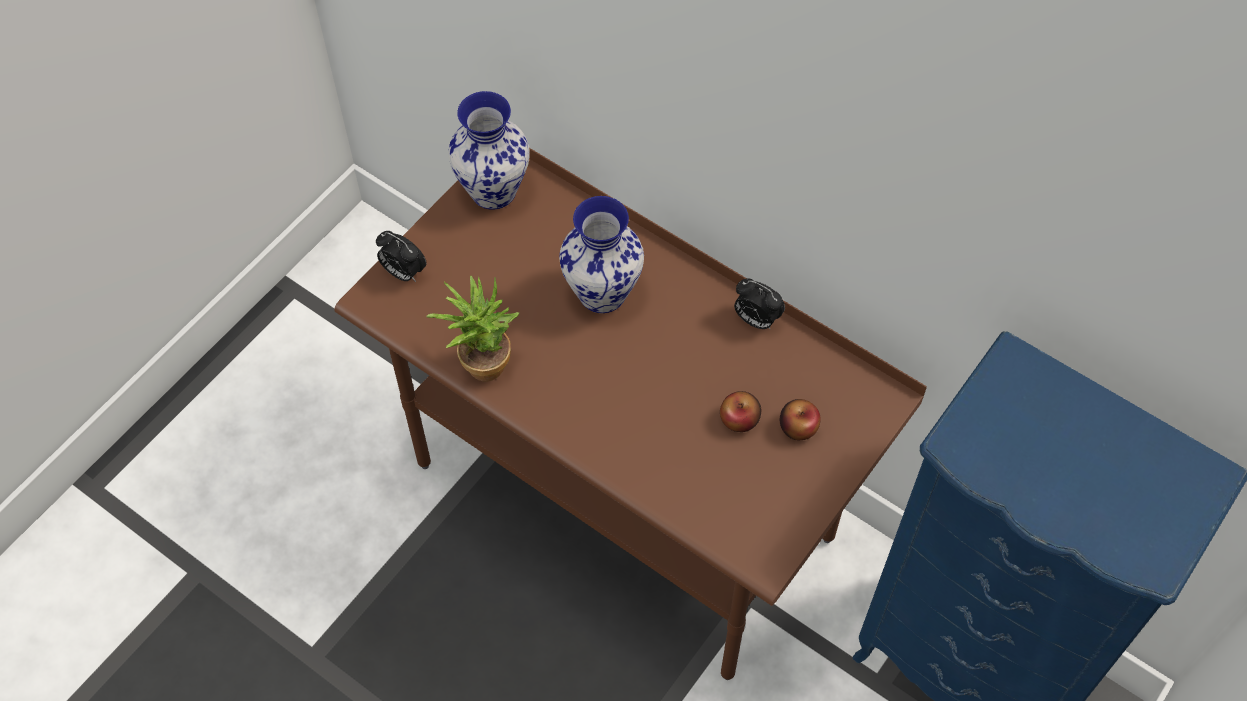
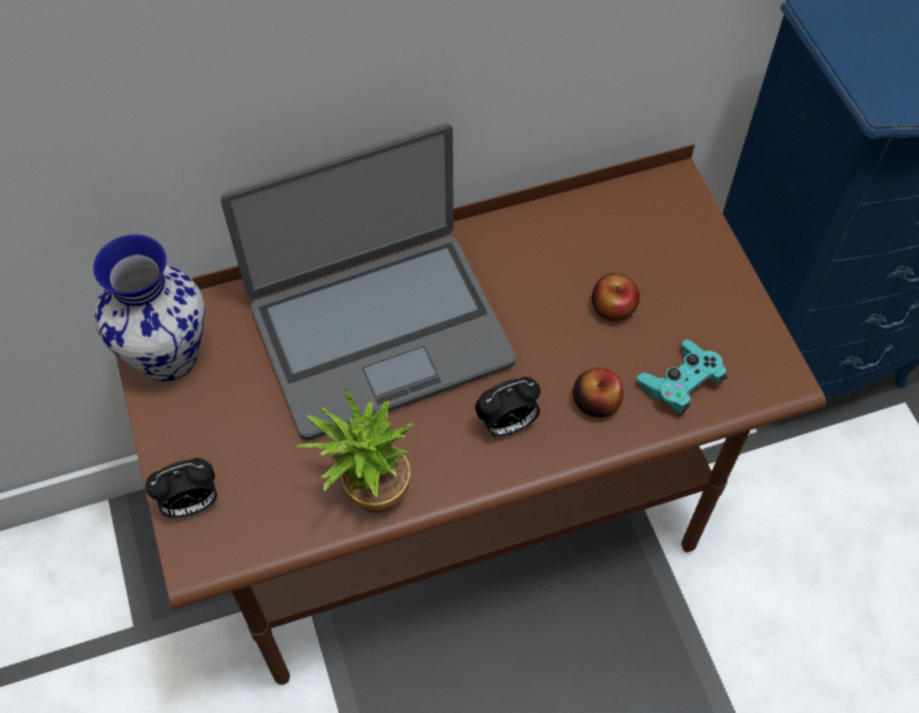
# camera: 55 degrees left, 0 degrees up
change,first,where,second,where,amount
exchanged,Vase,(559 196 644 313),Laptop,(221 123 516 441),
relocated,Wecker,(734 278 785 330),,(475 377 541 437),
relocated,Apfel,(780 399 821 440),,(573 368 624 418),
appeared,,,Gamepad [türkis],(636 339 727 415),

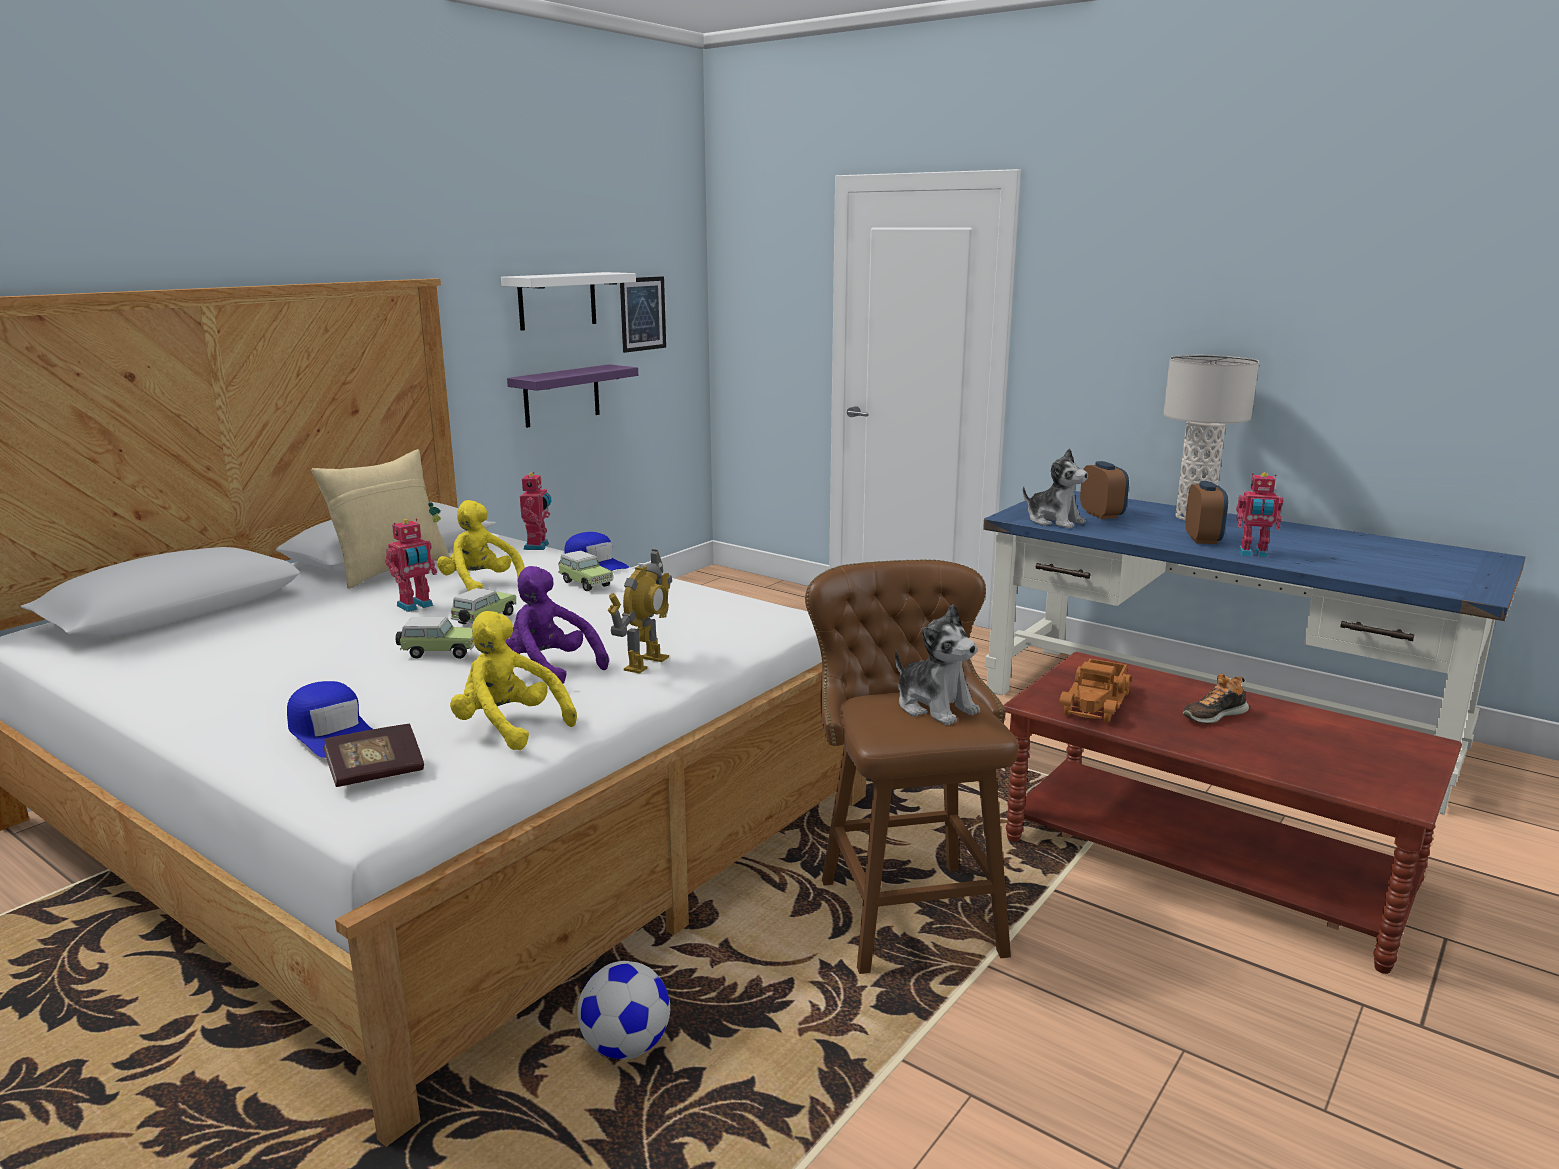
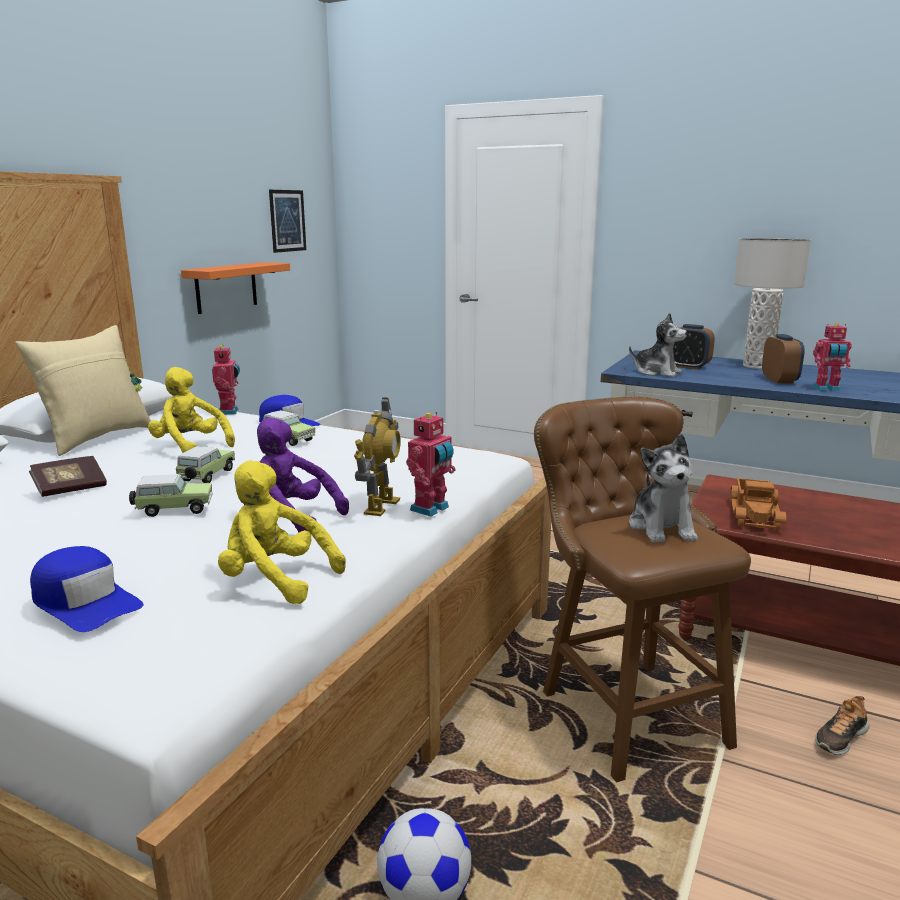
# camera: 10 degrees left, 0 degrees up
change,first,where,second,where,amount
relocated,Buch,(323 724 424 787),,(29 456 107 497),
relocated,Spielzeugroboter,(385 519 437 612),,(406 412 455 517),
missing,Wandregal [weiß],(501 272 636 331),,,
colour,Wandregal [lila],(507 364 638 428),Wandregal [orange],(181 262 290 314),
spun,Plüschtier,(895 604 980 725),,(629 434 698 543),45 degrees clockwise
spun,Wecker,(1080 461 1129 519),,(673 324 715 370),150 degrees clockwise
relocated,Schuh,(1183 674 1249 724),,(815 696 869 755),

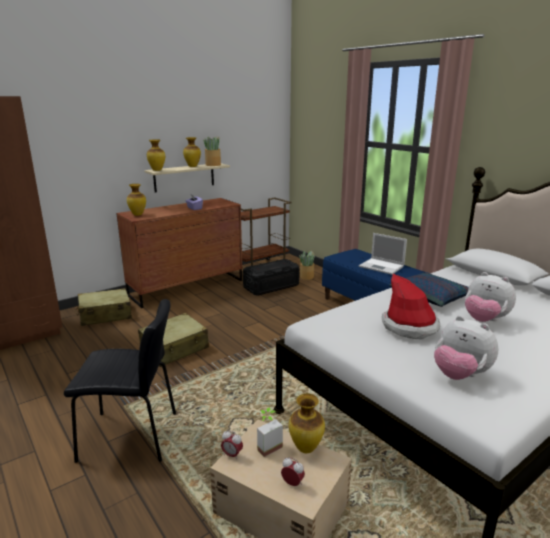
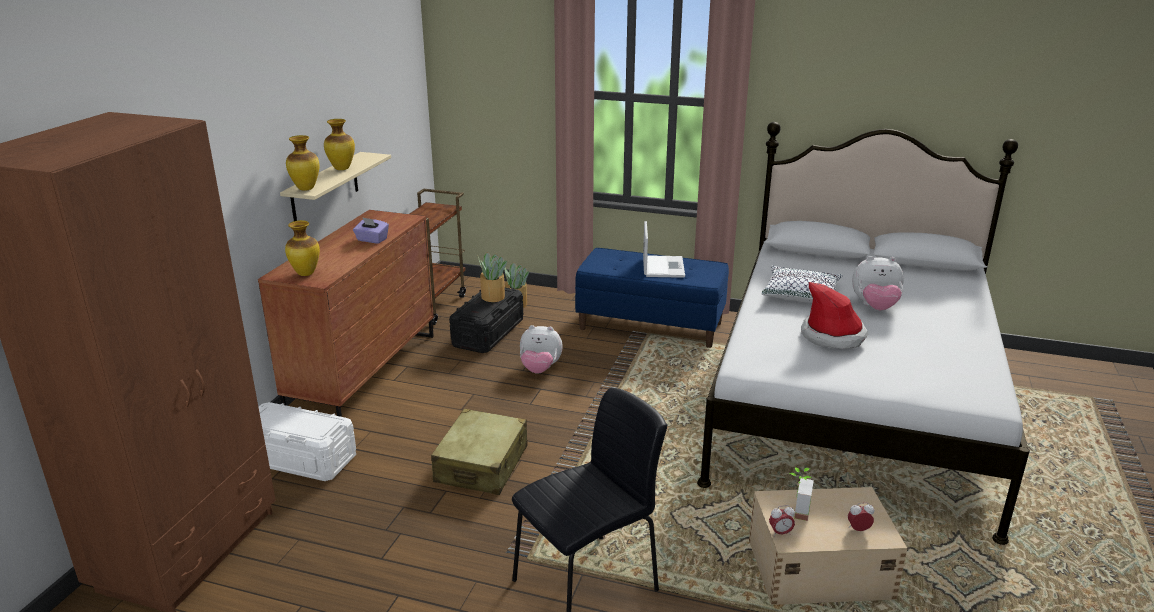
# camera: 35 degrees left, 5 degrees up
change,first,where,second,where,amount
exchanged,Koffer [beige],(75 288 132 326),Aufbewahrungsbox [weiß],(259 402 356 481),
relocated,Topfpflanze,(203 137 221 166),,(478 252 507 302),
missing,Vase,(289 394 325 453),,,
spun,Laptop,(359 233 407 275),,(643 221 685 278),90 degrees counterclockwise
colour,Kissen [blau],(389 272 469 307),Kissen [weiß],(761 266 843 303),
relocated,Plüschtier,(434 316 498 380),,(520 325 563 374),

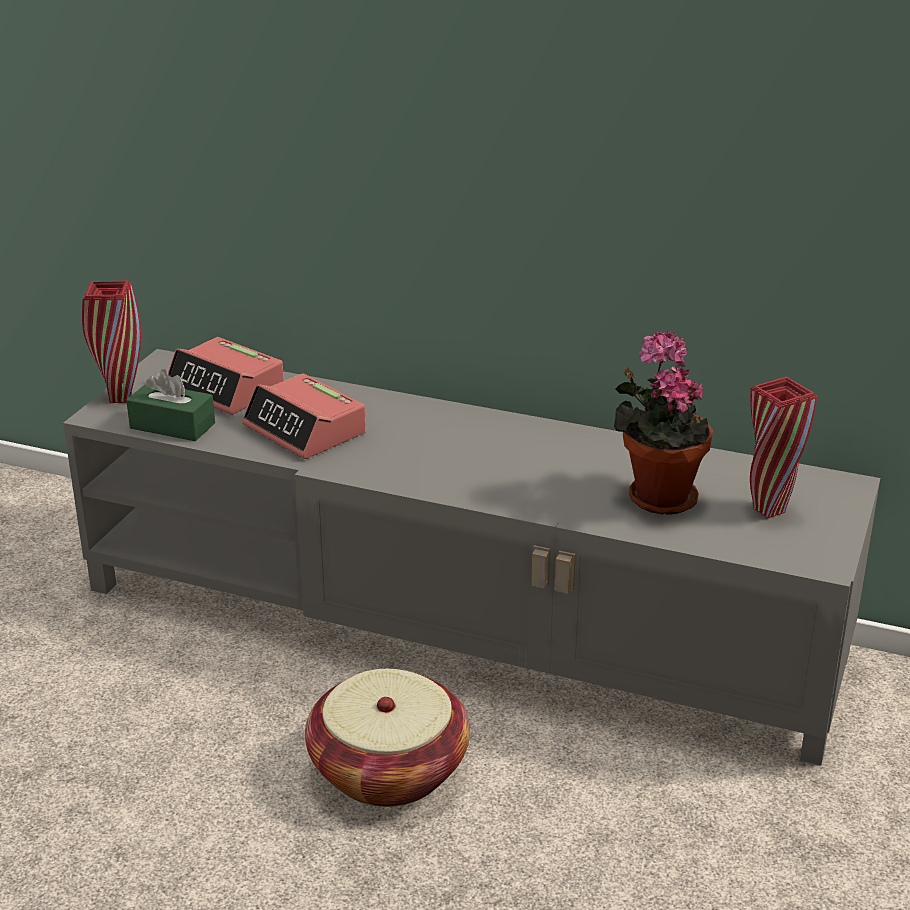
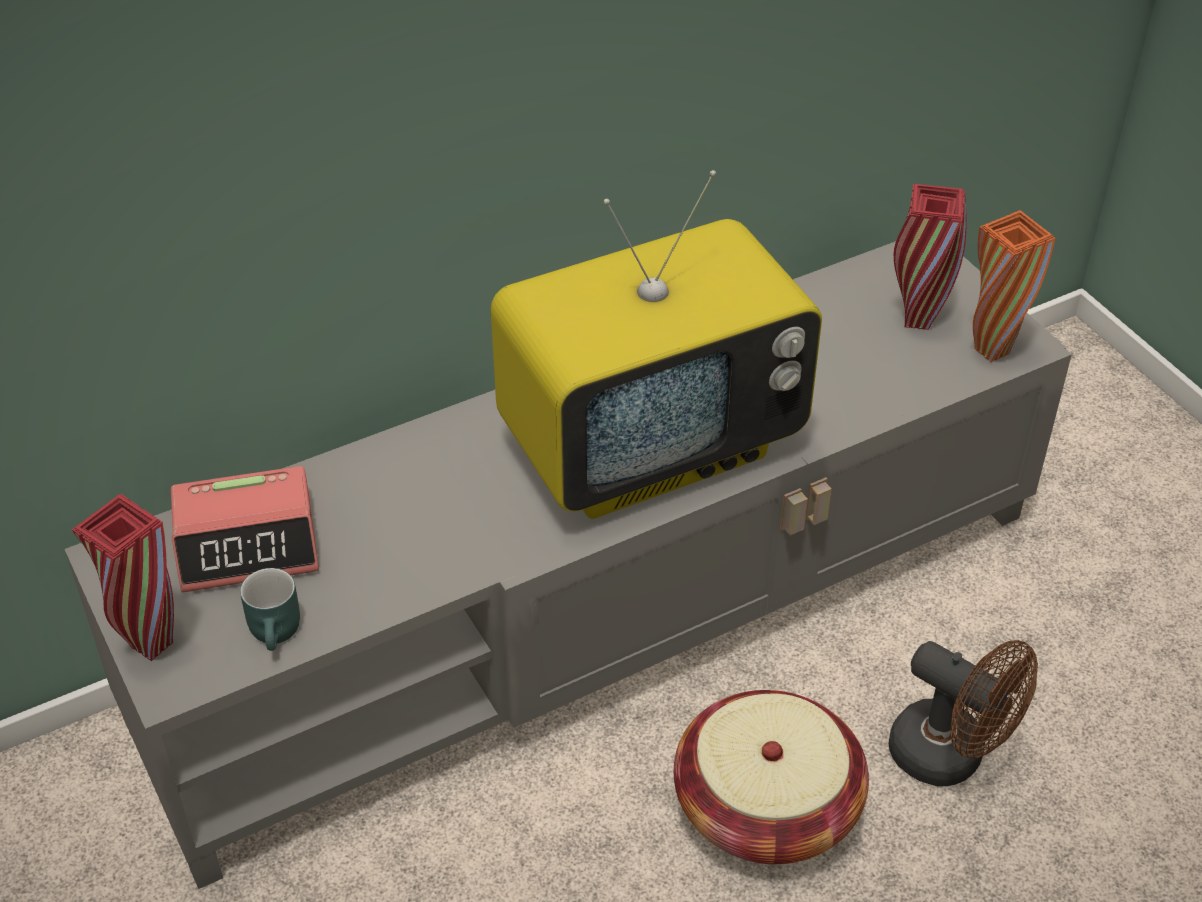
# camera: 50 degrees left, 15 degrees up
change,first,where,second,where,amount
exchanged,Taschentuchbox [grün],(126 369 215 441),Henkelbecher [türkis],(240 568 300 651),
missing,Wecker,(242 374 366 459),,,
missing,Topfpflanze,(614 331 713 515),,,
appeared,,,Fernseher,(491 170 822 519),
appeared,,,Ventilator [braun],(888 640 1038 786),
appeared,,,Vase [orange],(973 210 1055 362),

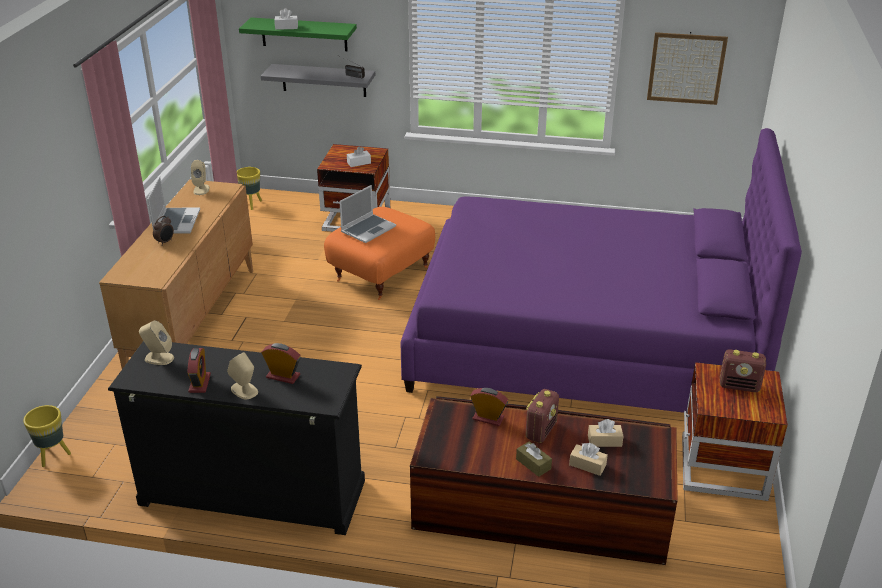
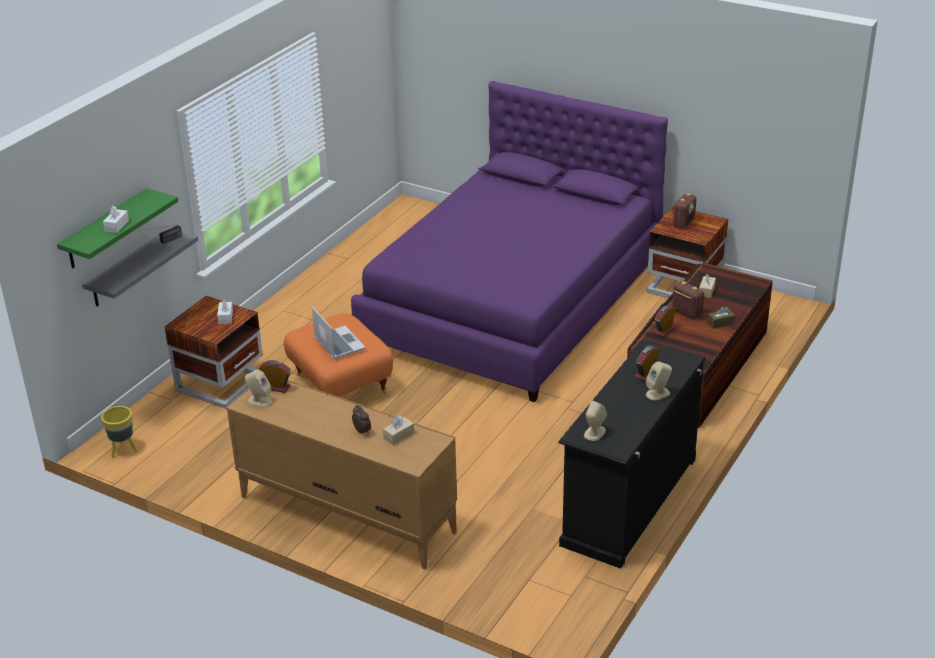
# camera: 70 degrees left, 0 degrees up
change,first,where,second,where,amount
missing,Pflanzkübel [gelb],(23 405 71 467),,,
missing,Laptop,(147 176 200 234),,,
relocated,Wecker,(187 348 211 393),,(259 360 291 393),
relocated,Taschentuchbox [beige],(569 443 608 476),,(383 415 414 445),
missing,Bild,(647 32 728 105),,,

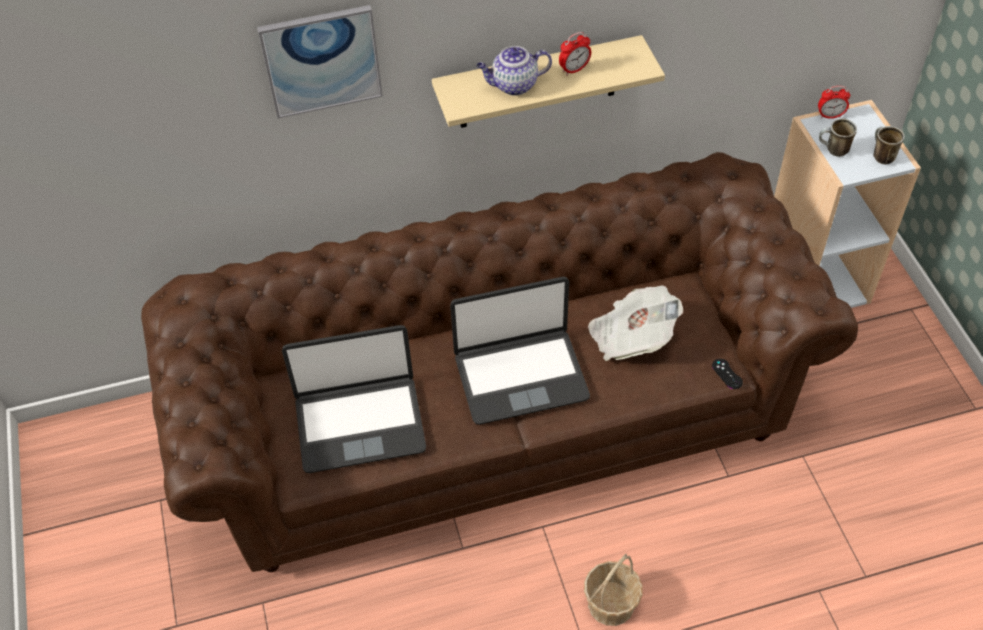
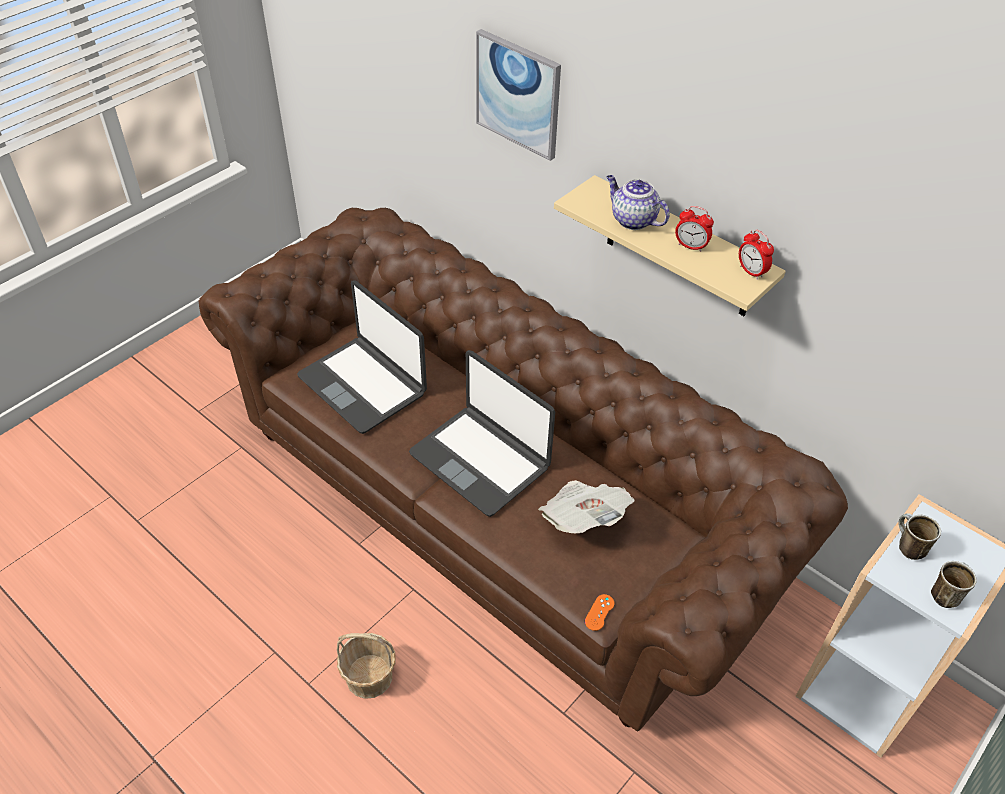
# camera: 55 degrees right, 5 degrees down
change,first,where,second,where,amount
colour,Gamepad [schwarz],(712 359 743 389),Gamepad [orange],(585 594 614 631),
relocated,Wecker,(818 86 850 119),,(739 230 774 280),

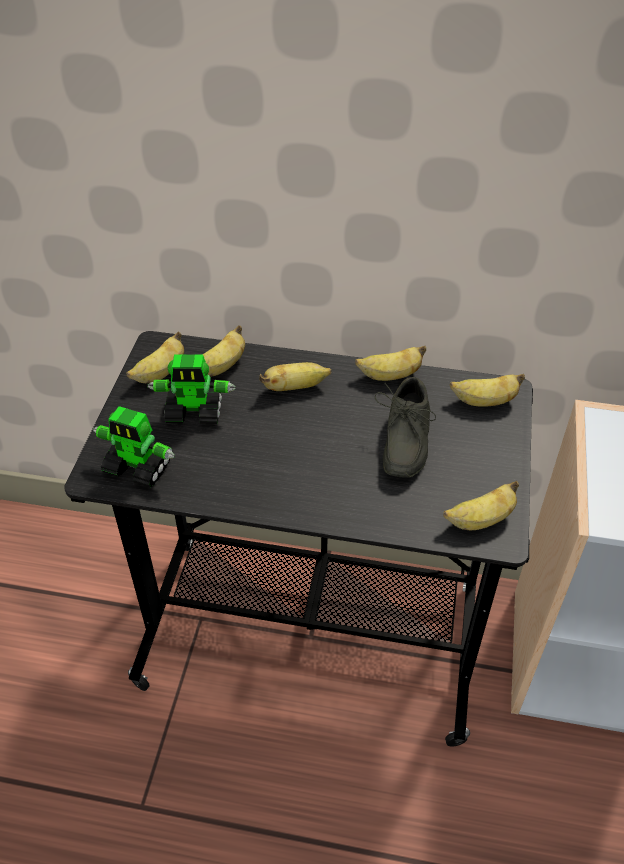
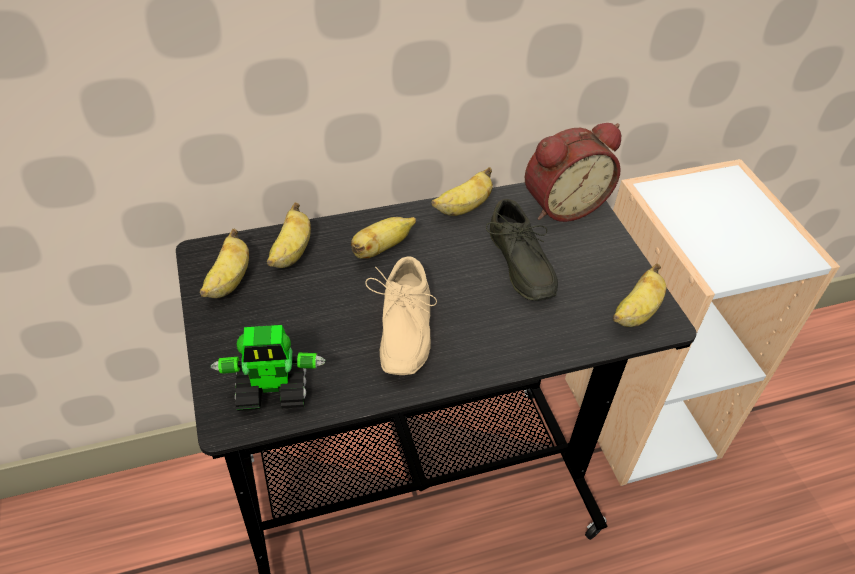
# camera: 30 degrees left, 0 degrees up
change,first,where,second,where,amount
missing,Spielzeugroboter,(148 355 236 424),,,
exchanged,Banane,(450 374 525 407),Wecker,(525 123 621 222),
appeared,,,Schuh [beige],(365 256 437 375),

